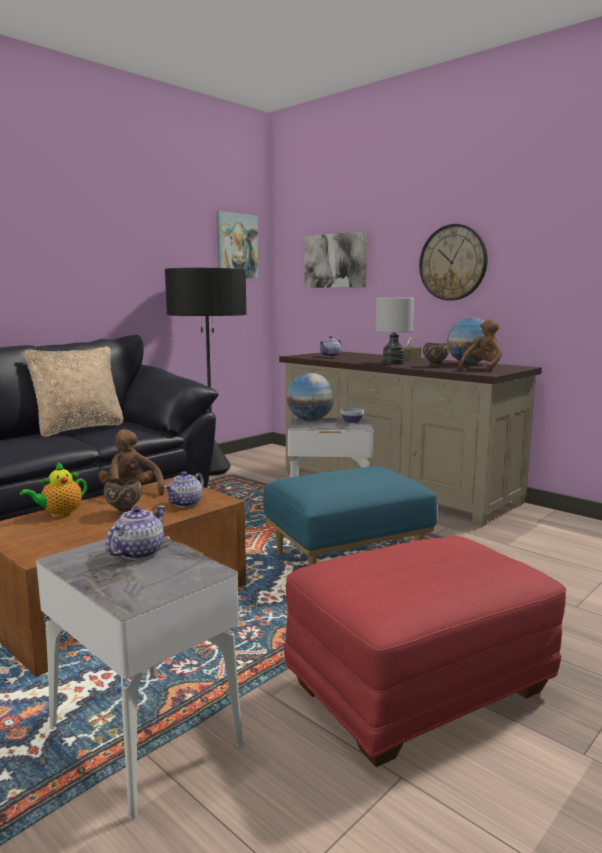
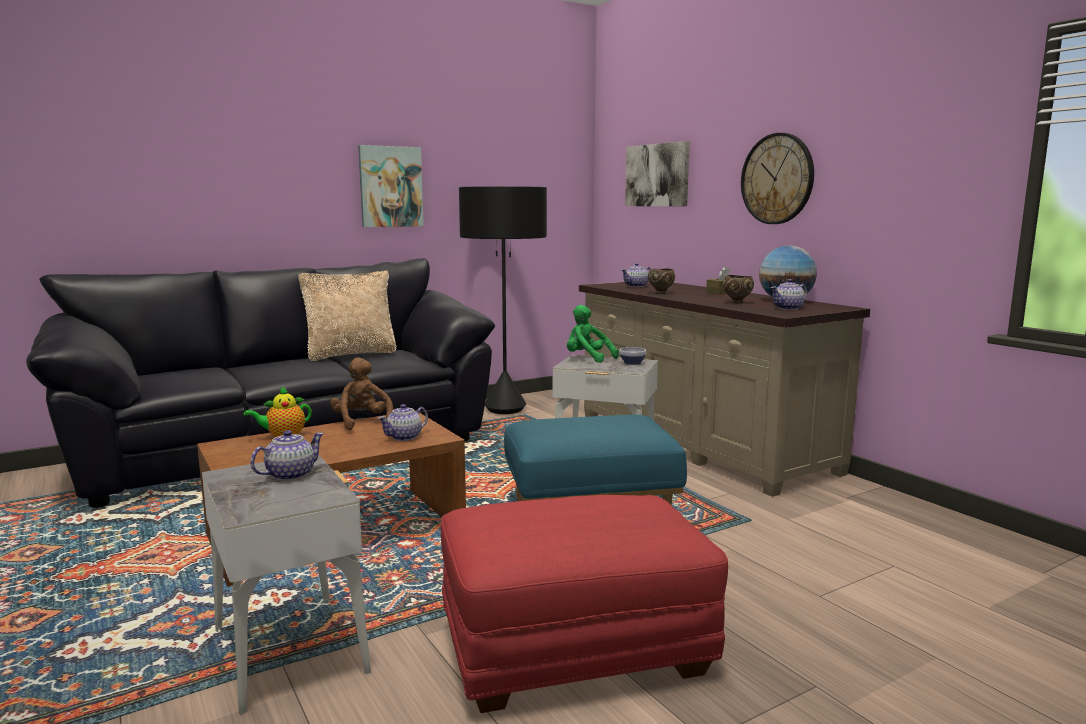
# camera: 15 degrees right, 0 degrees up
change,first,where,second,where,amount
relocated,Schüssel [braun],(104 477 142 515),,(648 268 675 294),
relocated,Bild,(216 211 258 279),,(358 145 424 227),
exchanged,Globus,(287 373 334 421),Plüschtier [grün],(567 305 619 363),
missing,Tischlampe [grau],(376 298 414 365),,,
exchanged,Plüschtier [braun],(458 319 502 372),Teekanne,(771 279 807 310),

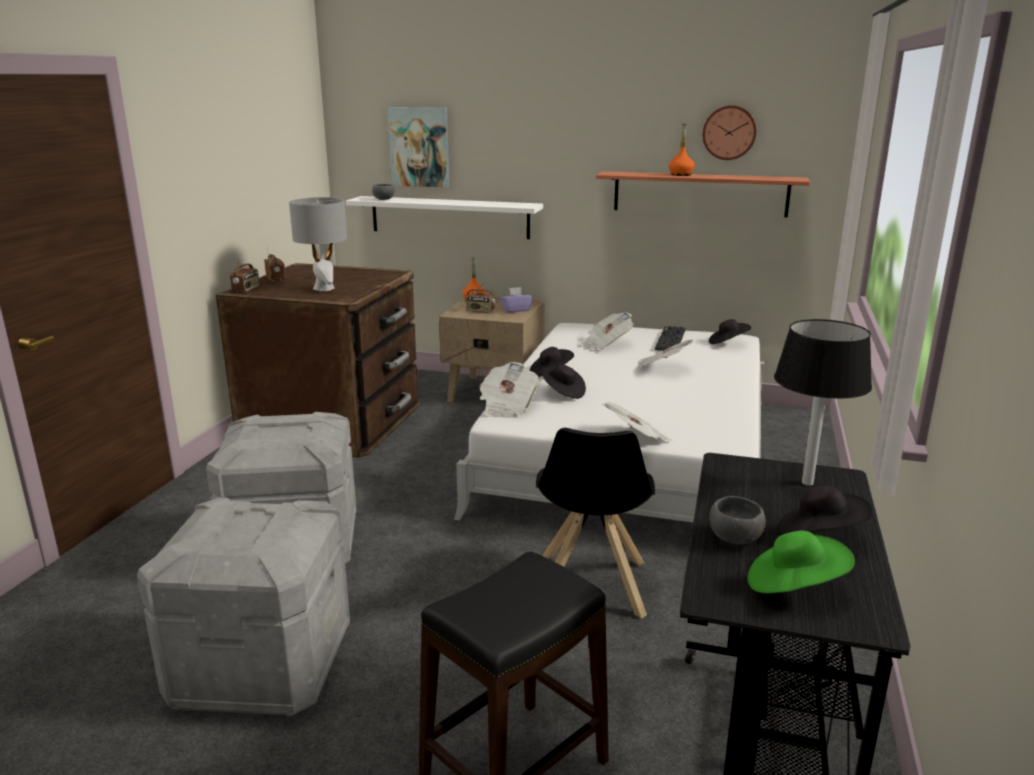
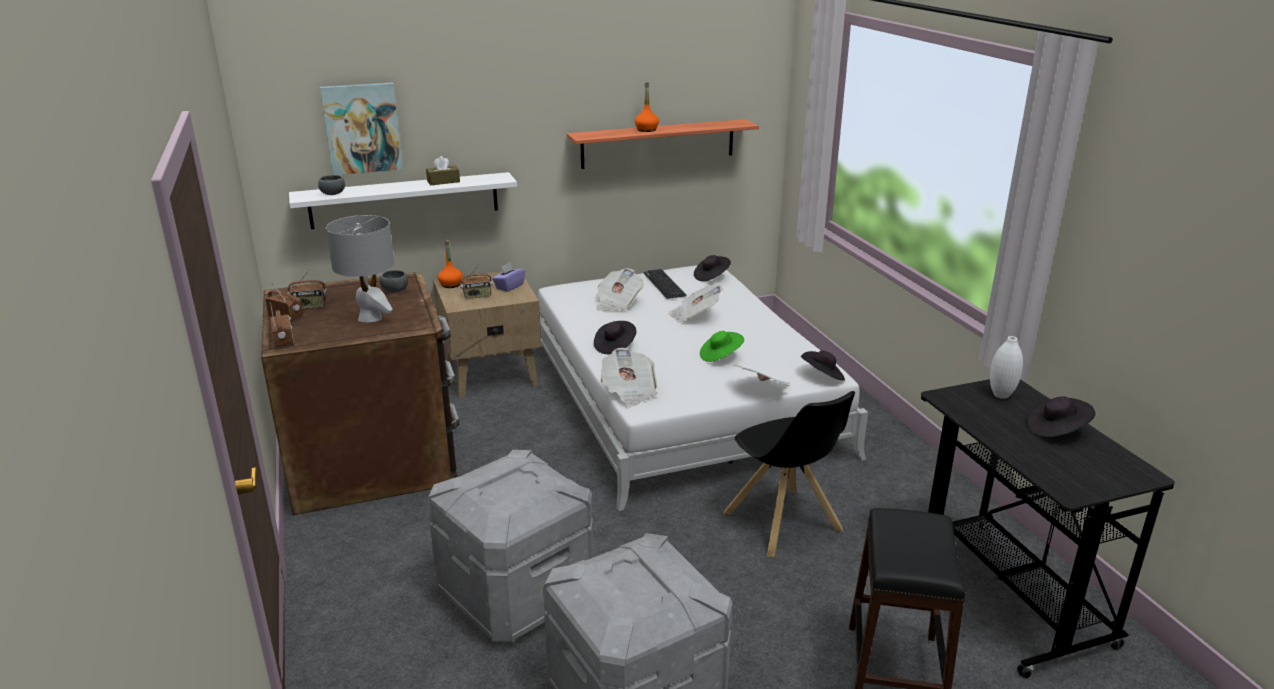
# camera: 35 degrees left, 5 degrees up
change,first,where,second,where,amount
relocated,Hut [schwarz],(542 364 586 399),,(801 350 845 381),
missing,Wanduhr,(702 105 756 160),,,
relocated,Schüssel [grau],(709 496 766 544),,(380 270 408 293),
relocated,Hut [grün],(748 531 855 593),,(700 331 744 362),
exchanged,Tischlampe [schwarz],(774 319 872 486),Vase [weiß],(990 336 1023 399),
appeared,,,Radio,(287 269 327 309),
appeared,,,Taschentuchbox [braun],(426 156 460 185),

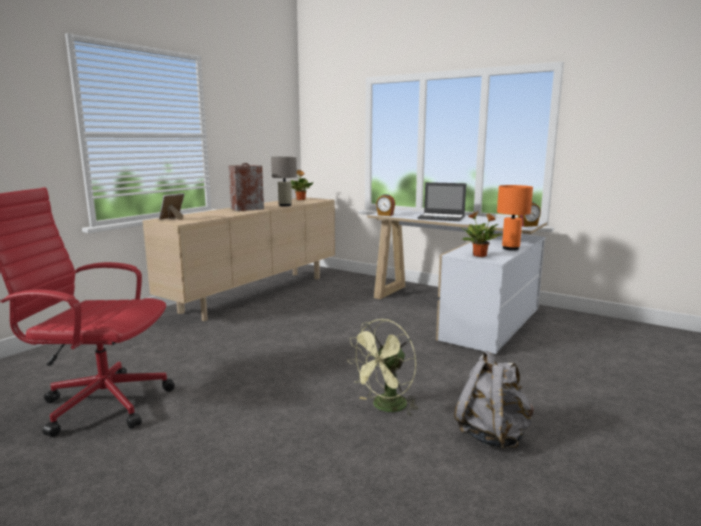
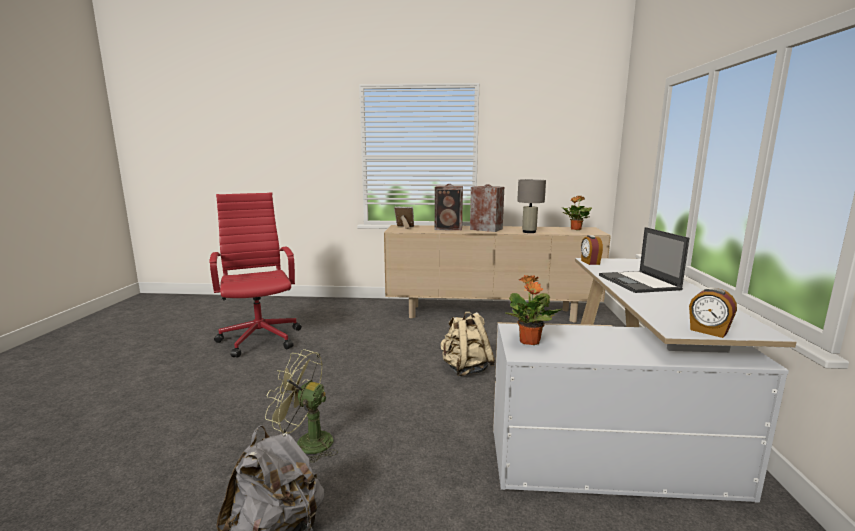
# camera: 60 degrees right, 0 degrees up
change,first,where,second,where,amount
missing,Tischlampe [orange],(497 185 533 251),,,
appeared,,,Lautsprecher,(435 184 463 230),
appeared,,,Rucksack [beige],(440 312 495 376),

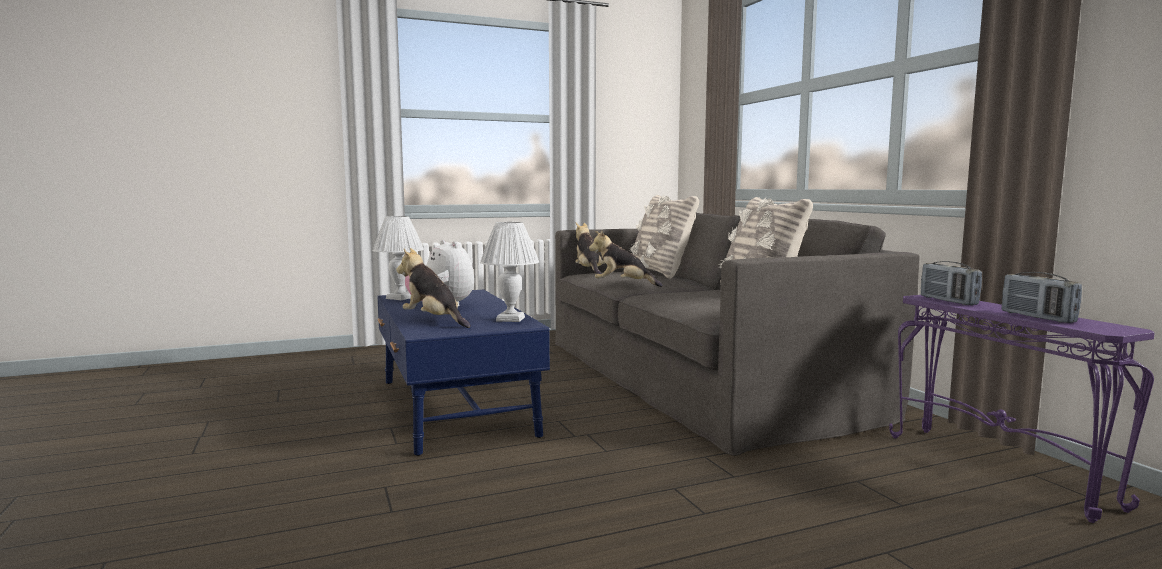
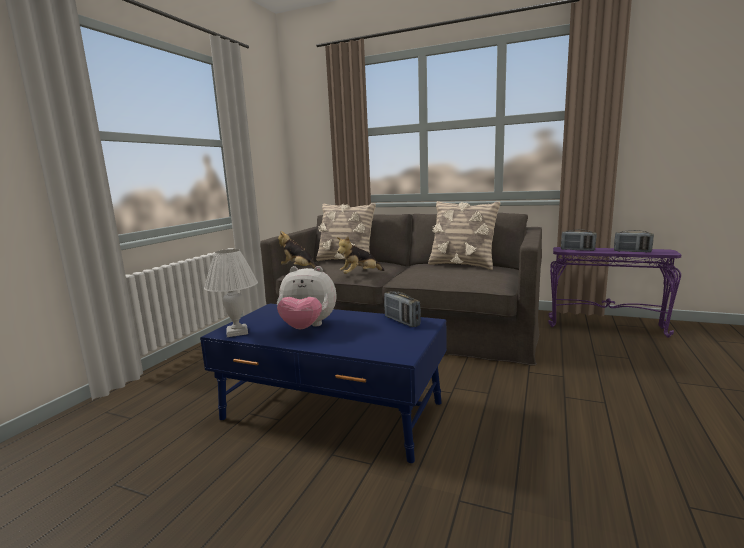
# camera: 45 degrees left, 5 degrees up
change,first,where,second,where,amount
missing,Plüschtier,(396 248 471 328),,,
exchanged,Tischlampe [weiß],(480 222 539 322),Radio,(384 292 421 327),

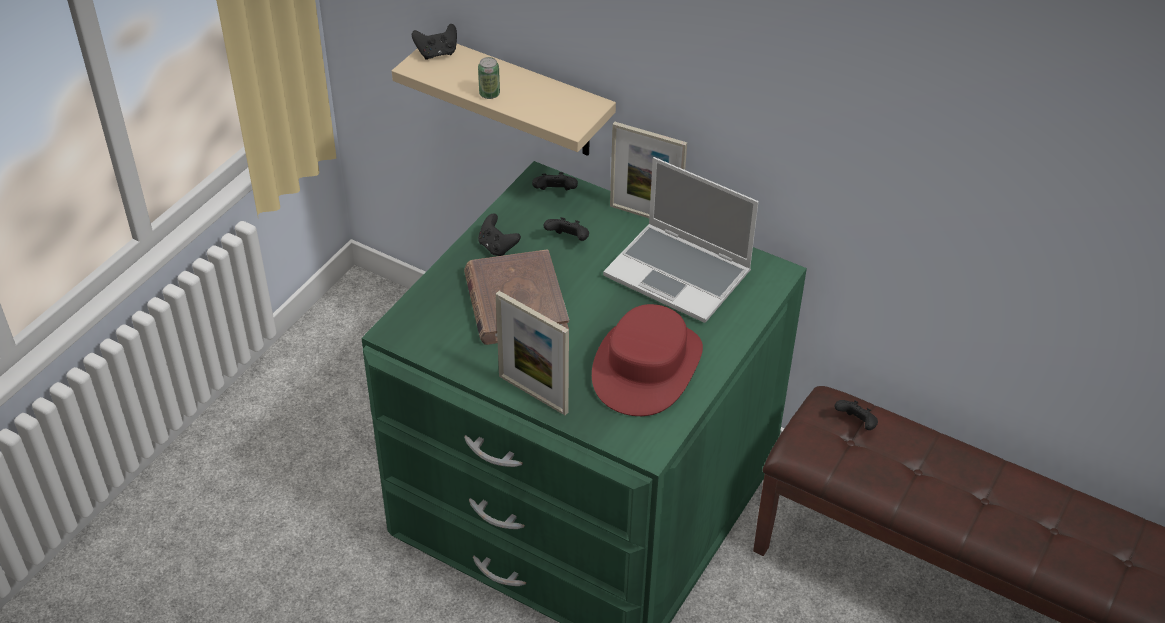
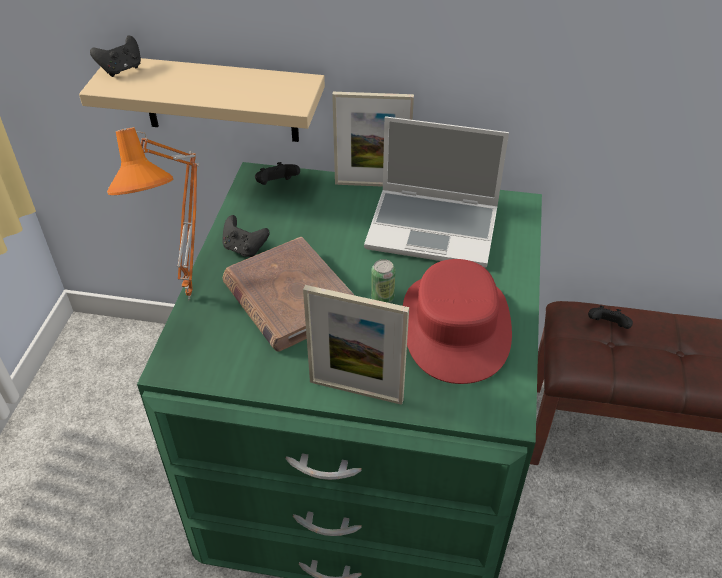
# camera: 20 degrees left, 0 degrees up
change,first,where,second,where,amount
relocated,Dose,(478 57 500 99),,(371 259 395 303),
missing,Gamepad [schwarz],(543 217 589 241),,,
appeared,,,Tischlampe [orange],(107 127 199 301),

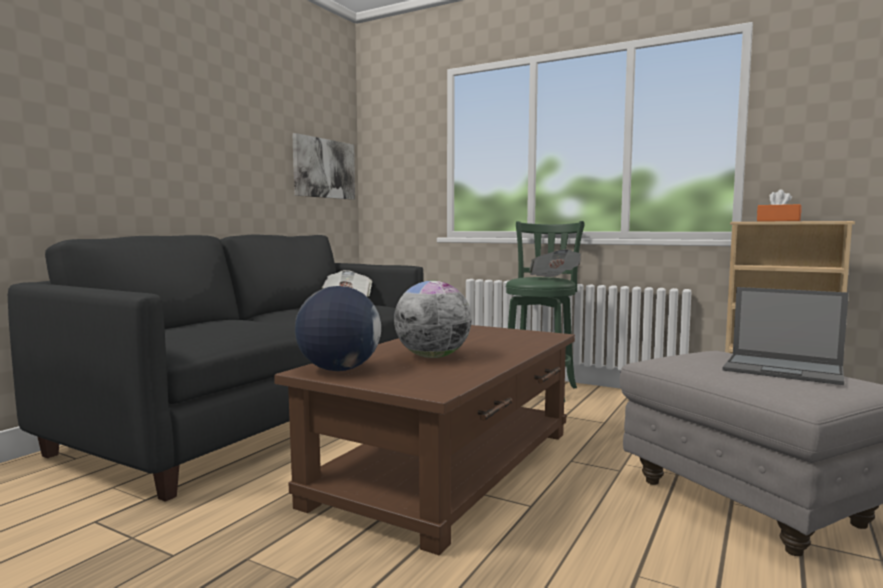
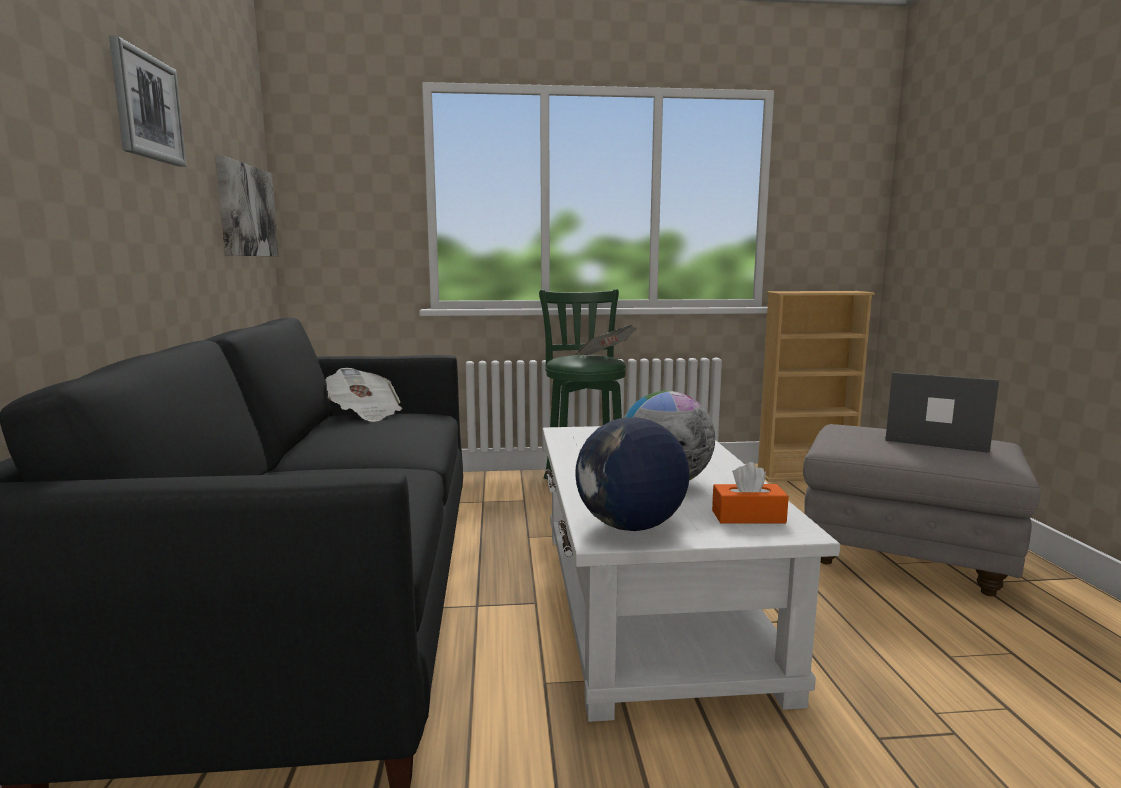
# camera: 35 degrees left, 5 degrees up
change,first,where,second,where,amount
colour,Couchtisch [braun],(274 325 575 555),Couchtisch [weiß],(542 426 840 722),
spun,Laptop,(723 287 849 385),,(885 372 999 453),150 degrees counterclockwise
relocated,Taschentuchbox [orange],(757 189 802 221),,(712 462 789 524),
appeared,,,Bild,(109 36 186 167),

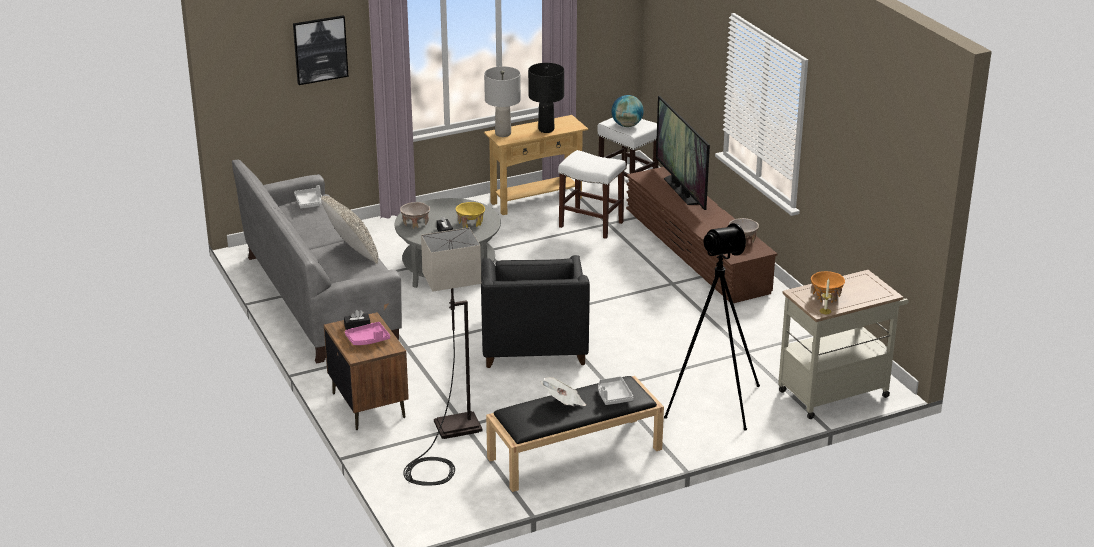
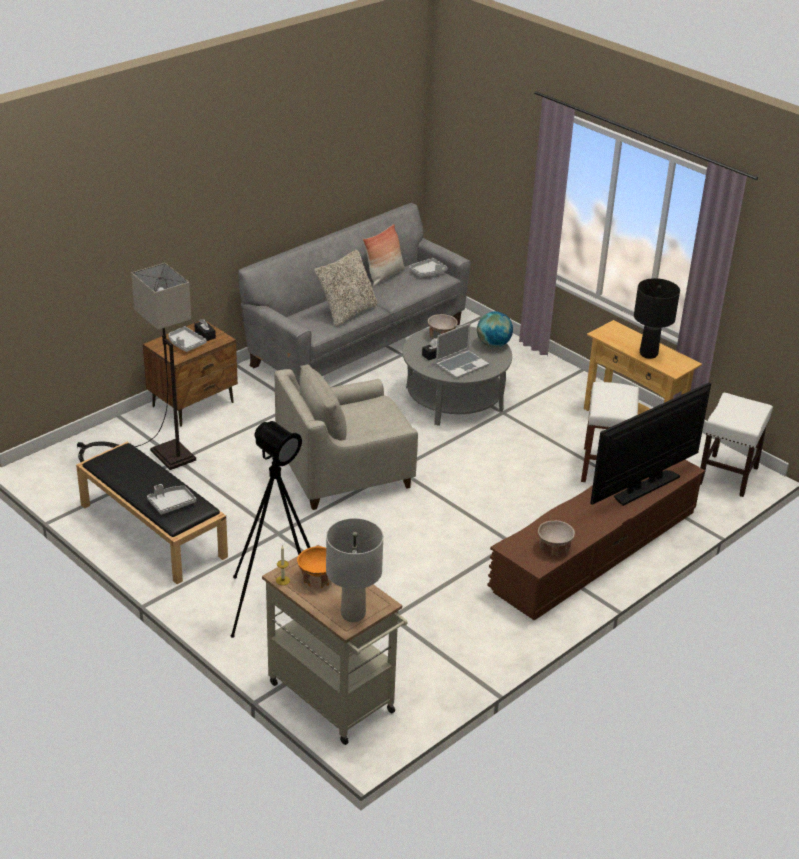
# camera: 70 degrees right, 5 degrees up
change,first,where,second,where,amount
missing,Bild,(293 16 349 85),,,
colour,Tablett [rosa],(345 322 390 345),Tablett [grau],(168 326 207 352),
exchanged,Schüssel [gelb],(456 202 485 228),Laptop,(436 323 489 378),
colour,Sessel [schwarz],(481 255 590 368),Sessel [beige],(275 364 418 510),
relocated,Tischlampe [grau],(484 66 521 137),,(326 518 383 622),
missing,Zeitung,(541 377 586 406),,,
relocated,Globus,(612 95 644 127),,(477 311 513 348),
appeared,,,Kissen,(363 224 405 287),

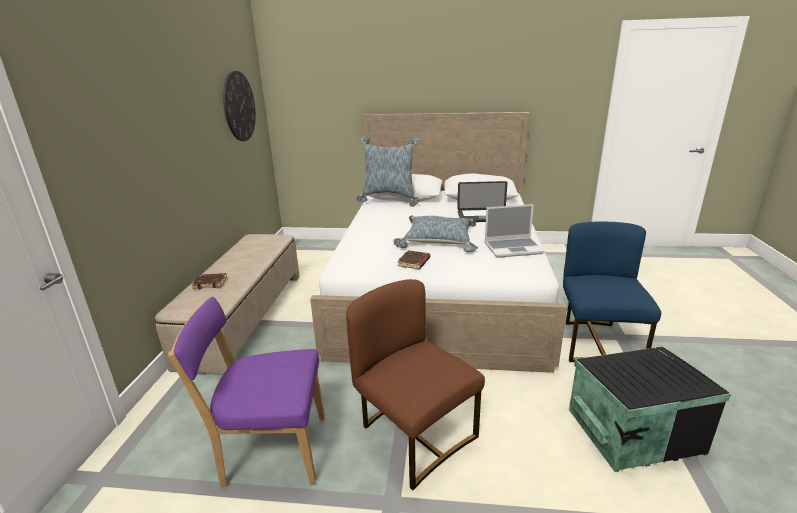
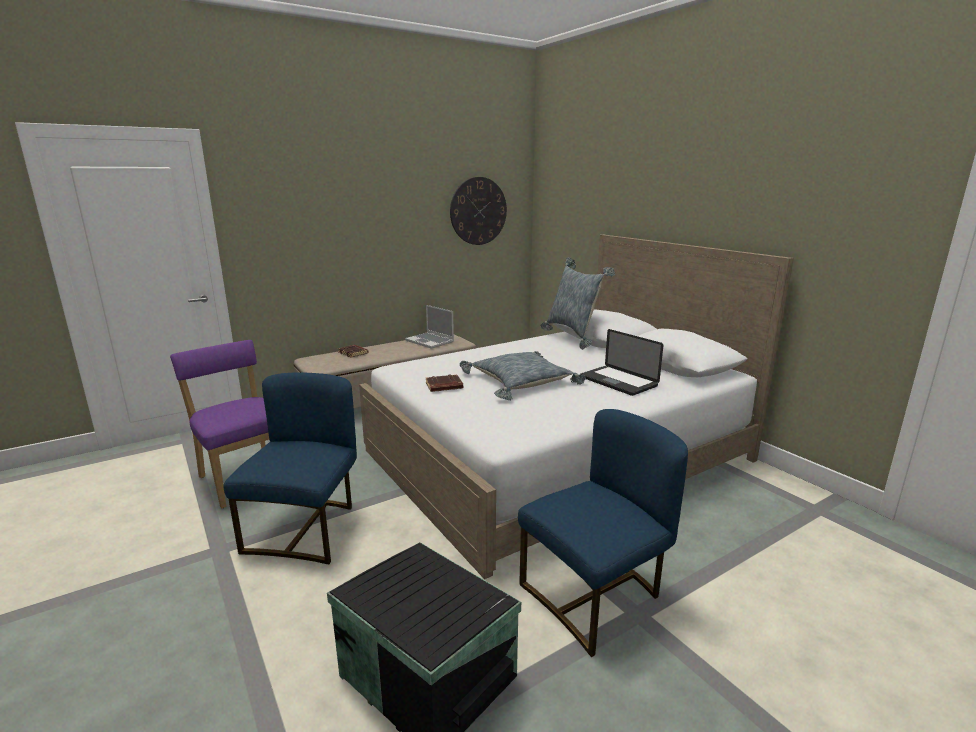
# camera: 50 degrees right, 5 degrees down
change,first,where,second,where,amount
colour,Stuhl [braun],(346 279 485 490),Stuhl [blau],(223 372 357 564),
relocated,Laptop,(484 204 545 258),,(405 305 454 349),

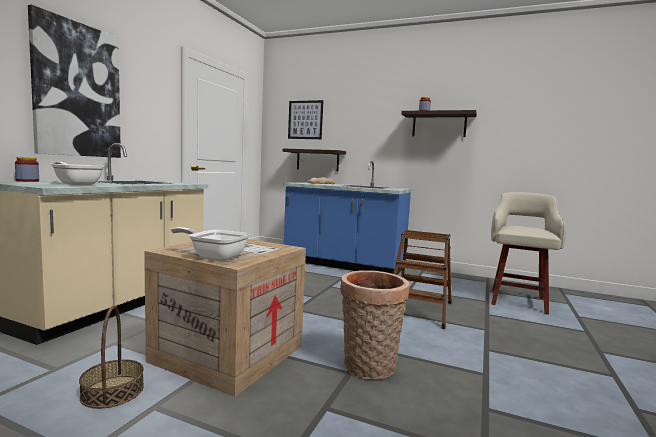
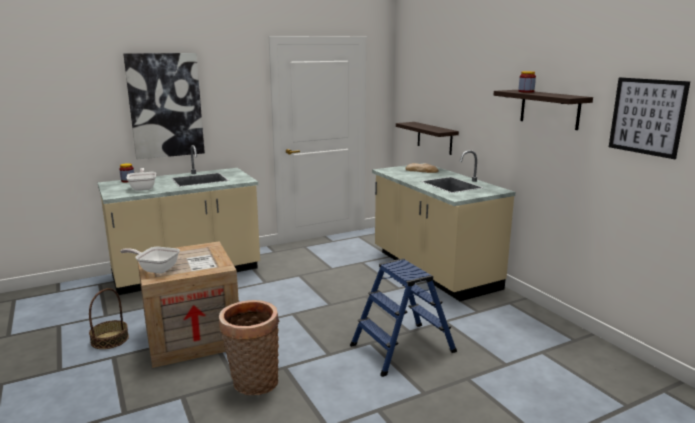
# camera: 40 degrees right, 10 degrees up
change,first,where,second,where,amount
spun,Pfanne,(171 227 250 261),,(120 247 180 273),45 degrees counterclockwise
colour,Küchenzeile [blau],(283 161 412 275),Küchenzeile [beige],(372 150 516 301),
relocated,Bild,(288 100 323 139),,(609 77 690 159),
colour,Trittleiter [braun],(393 230 452 329),Trittleiter [blau],(350 258 457 377),
missing,Hocker [beige],(491 192 566 314),,,

